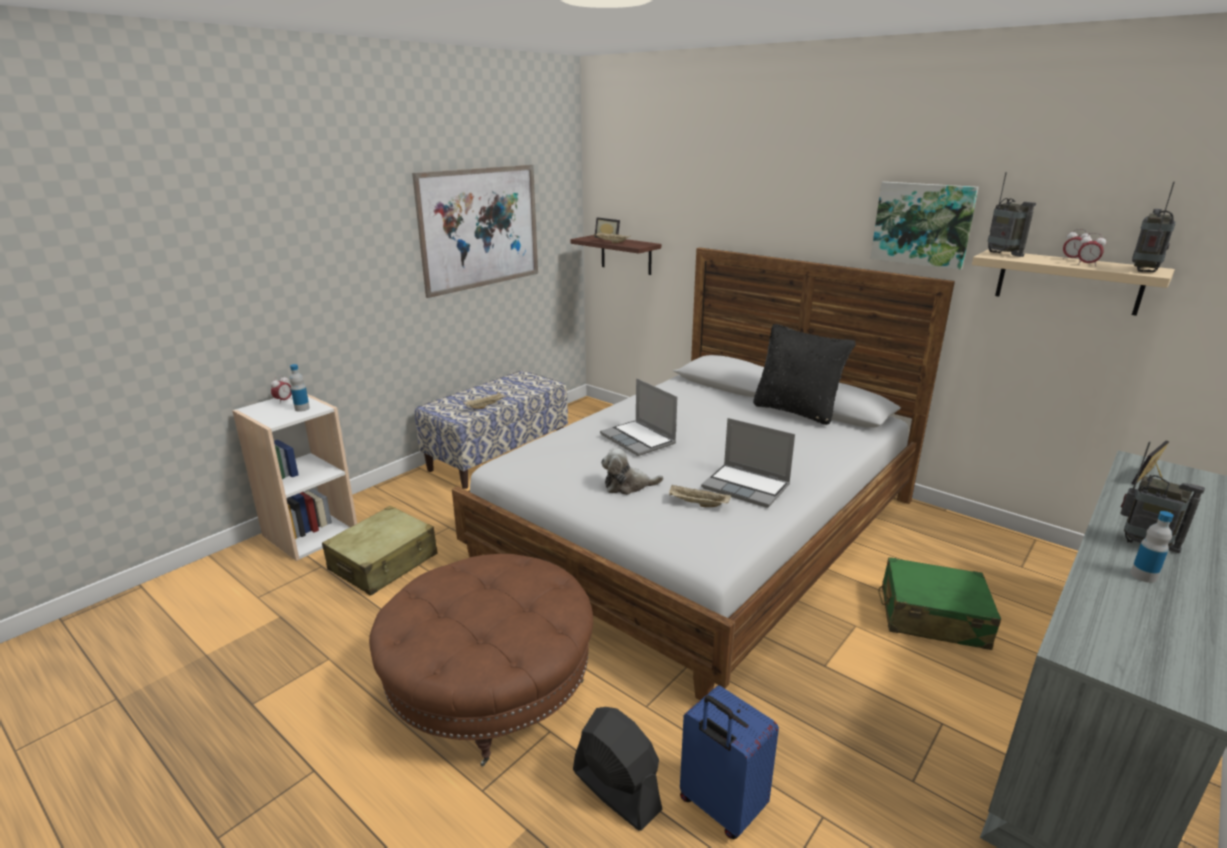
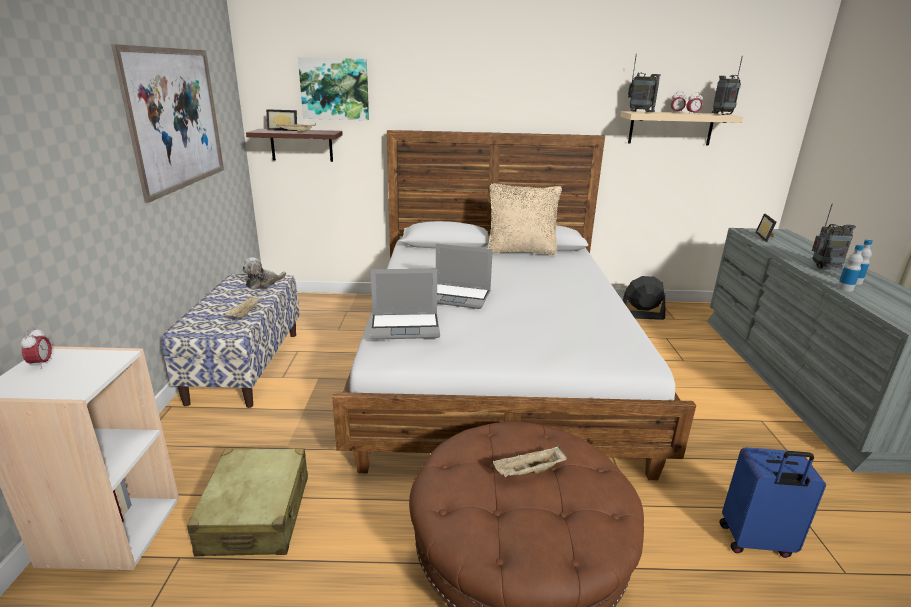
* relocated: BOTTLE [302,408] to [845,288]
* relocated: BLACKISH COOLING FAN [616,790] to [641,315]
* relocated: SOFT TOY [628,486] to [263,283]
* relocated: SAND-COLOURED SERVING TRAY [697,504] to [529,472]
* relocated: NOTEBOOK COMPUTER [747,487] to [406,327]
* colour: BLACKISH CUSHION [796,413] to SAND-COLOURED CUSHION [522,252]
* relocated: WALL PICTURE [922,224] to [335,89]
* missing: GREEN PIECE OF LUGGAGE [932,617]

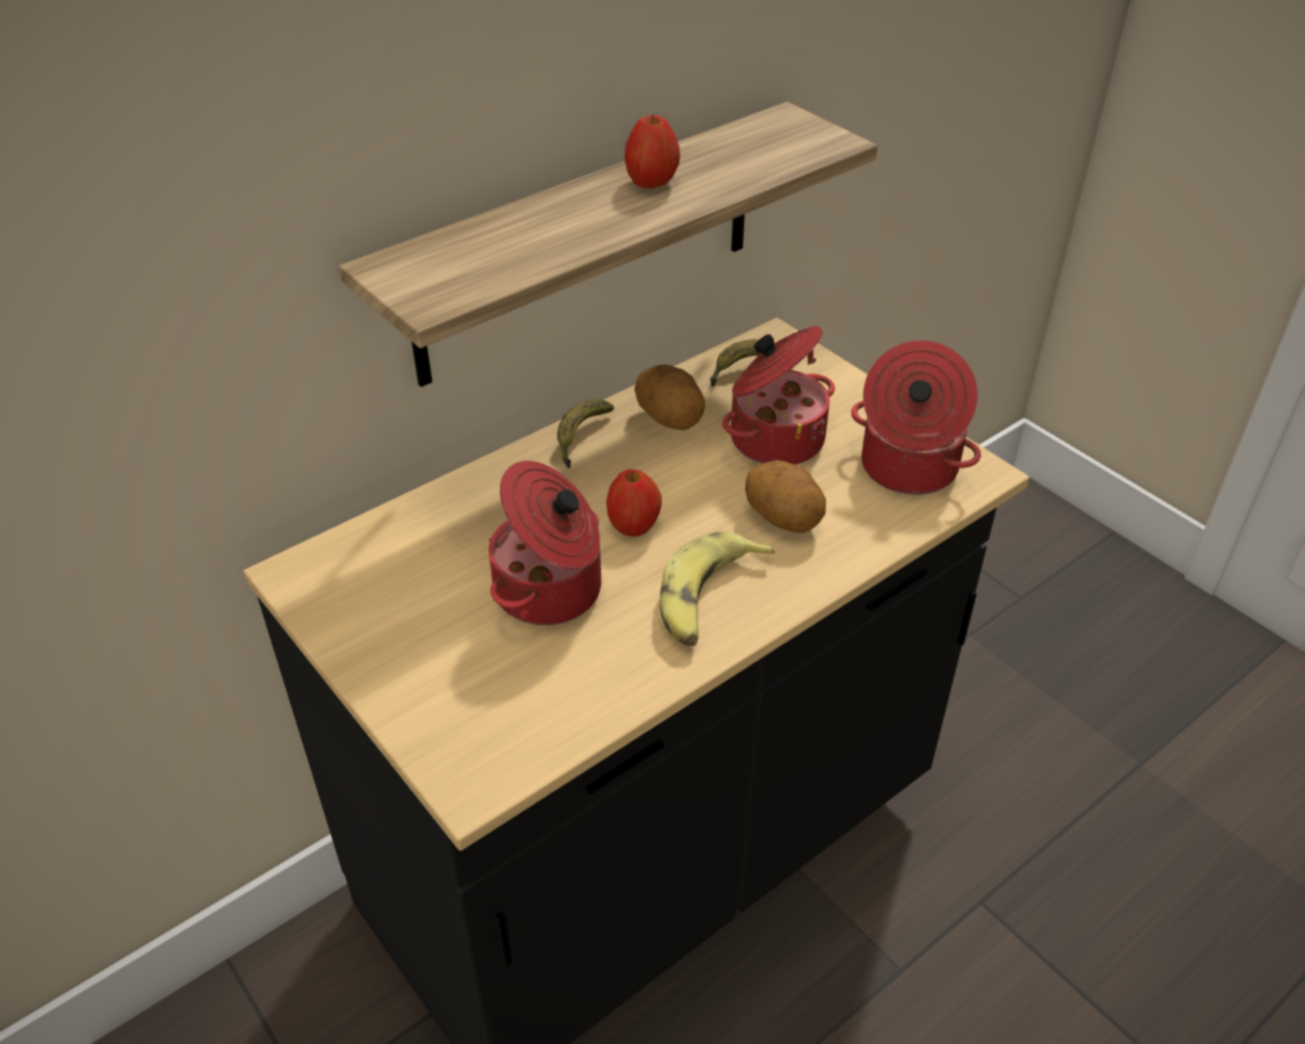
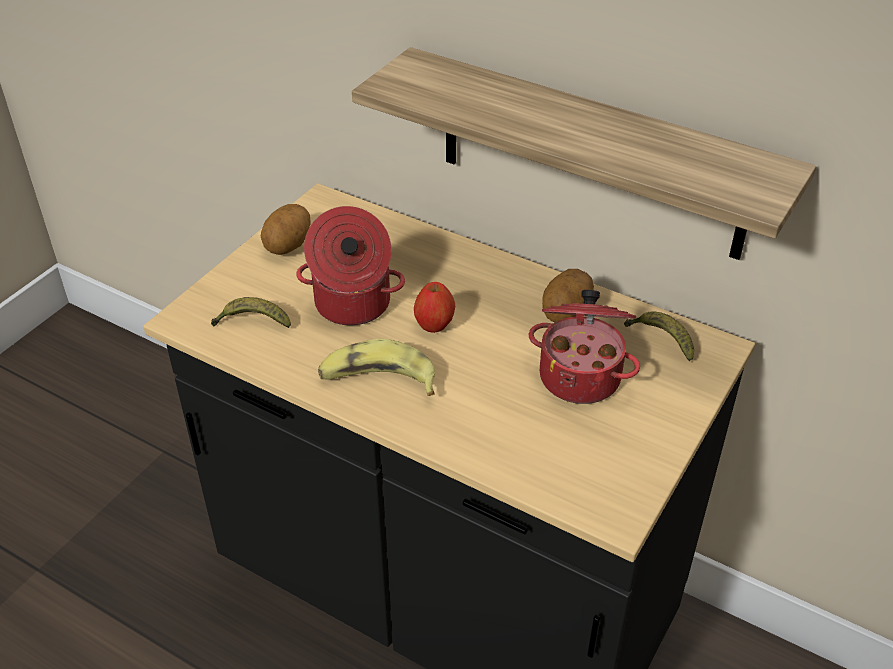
* relocated: BANANA [581,438] to [252,322]
* missing: WHOLE APPLE [651,183]
* relocated: WHOLE POTATO [784,519] to [289,246]
* missing: STOCKPOT [907,468]

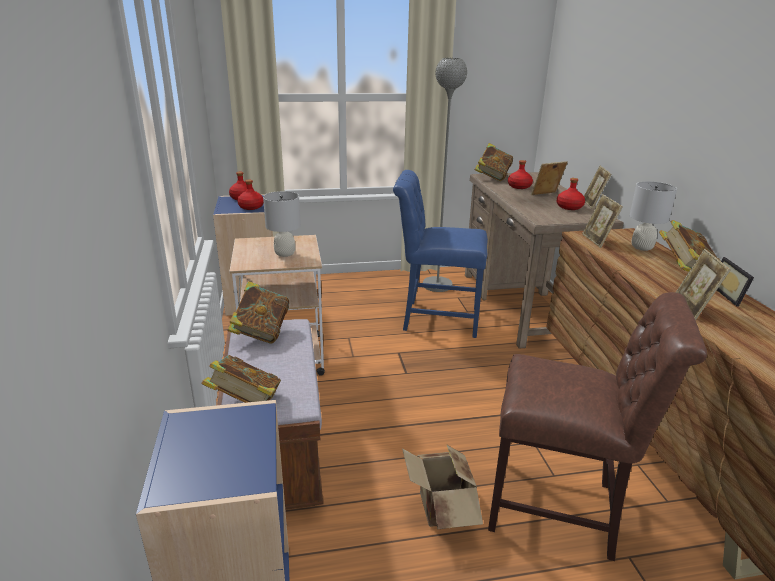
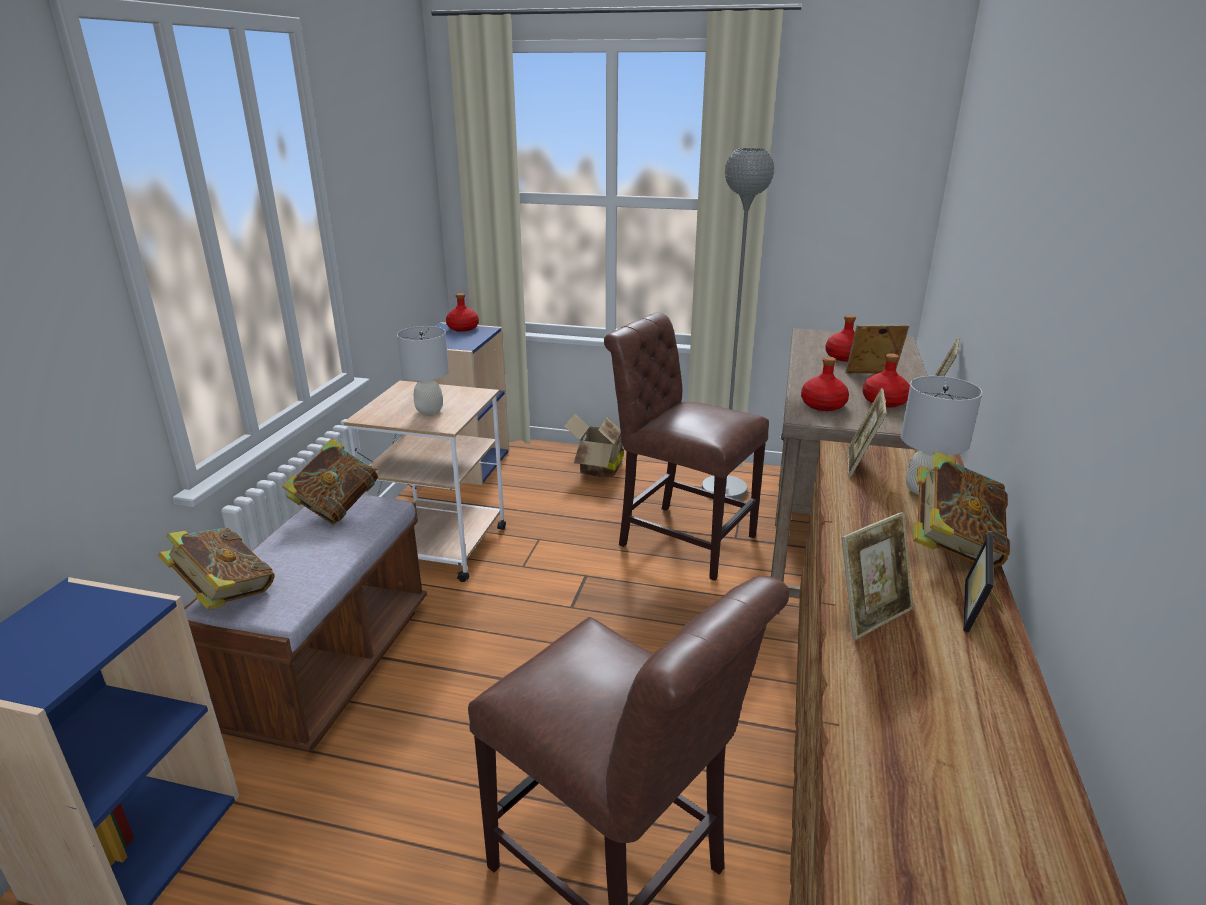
* relocated: RED BOTTLE [250,207] to [822,405]
* colour: BLUISH PLAIN CHAIR [436,318] to BROWNISH PLAIN CHAIR [680,537]
* relocated: PACKING BOX [440,510] to [597,469]
* missing: BOUND BOOK [492,177]
* spun: STANDING FRAME [692,308] = [871,615] 150 degrees counterclockwise

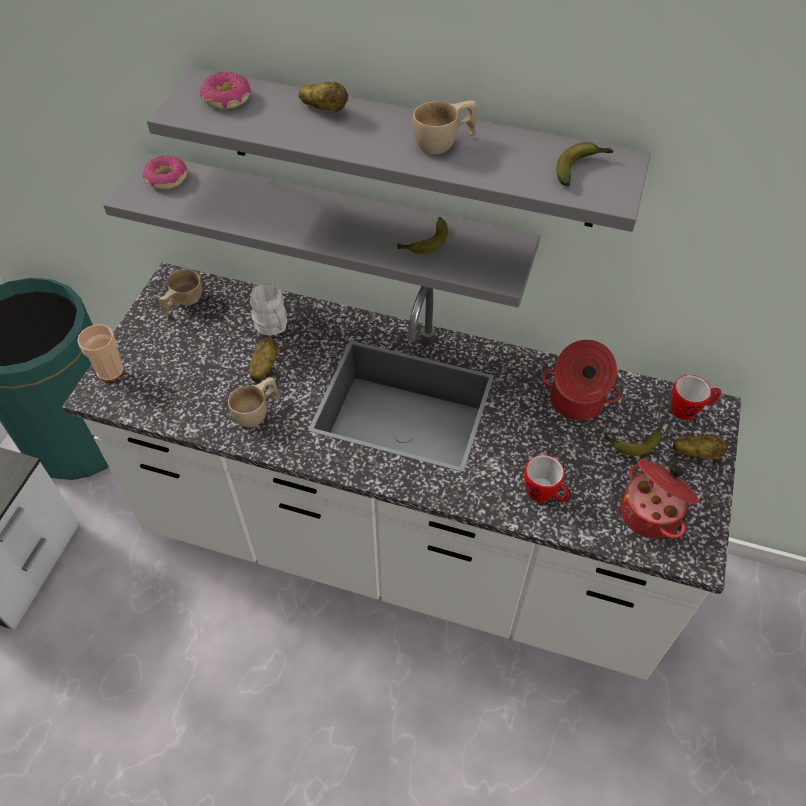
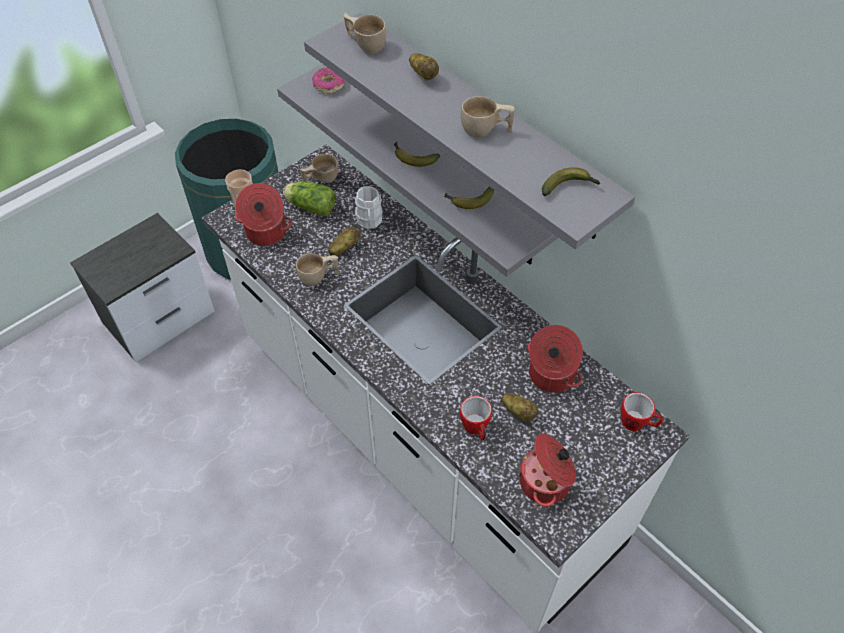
* exchanged: DONUT [227,99] to SAND-COLOURED SMALL CUP [365,44]
* relocated: BANANA [631,444] to [412,158]
* relocated: WHOLE POTATO [696,454] to [518,412]
* appeared: STOCKPOT [266,233]
* appeared: LETTUCE HEAD [310,206]

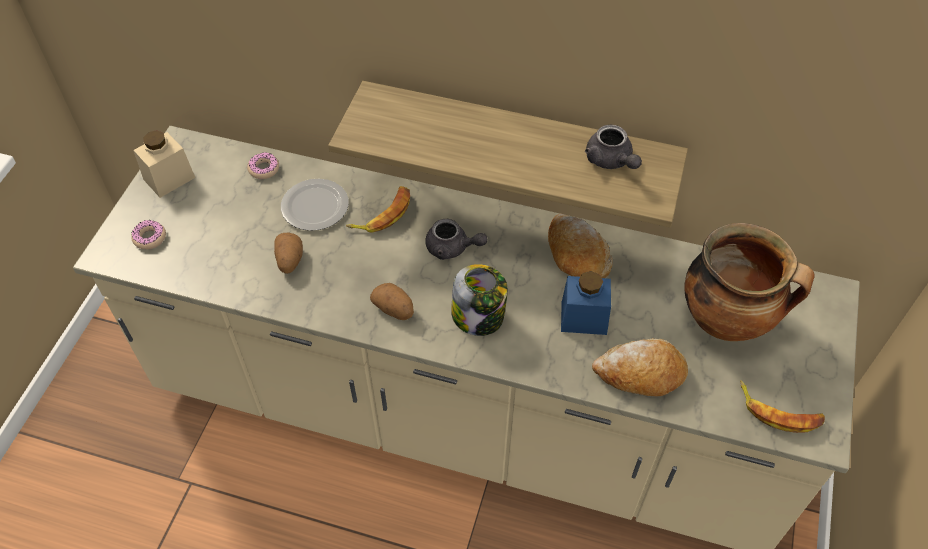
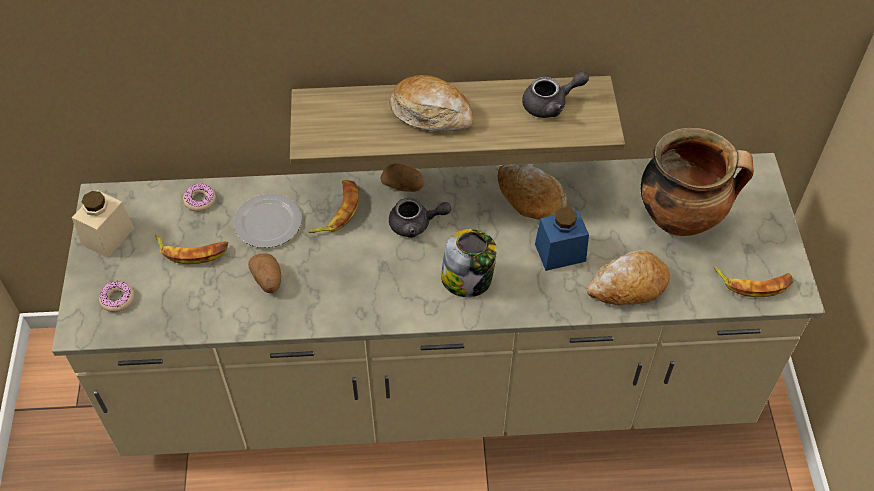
* relocated: WHOLE POTATO [394,309] to [403,186]
* spun: GREY TEAPOT [611,161] = [551,104] 60 degrees counterclockwise
* appeared: BANANA [192,250]
* appeared: BAKERY BREAD [431,113]

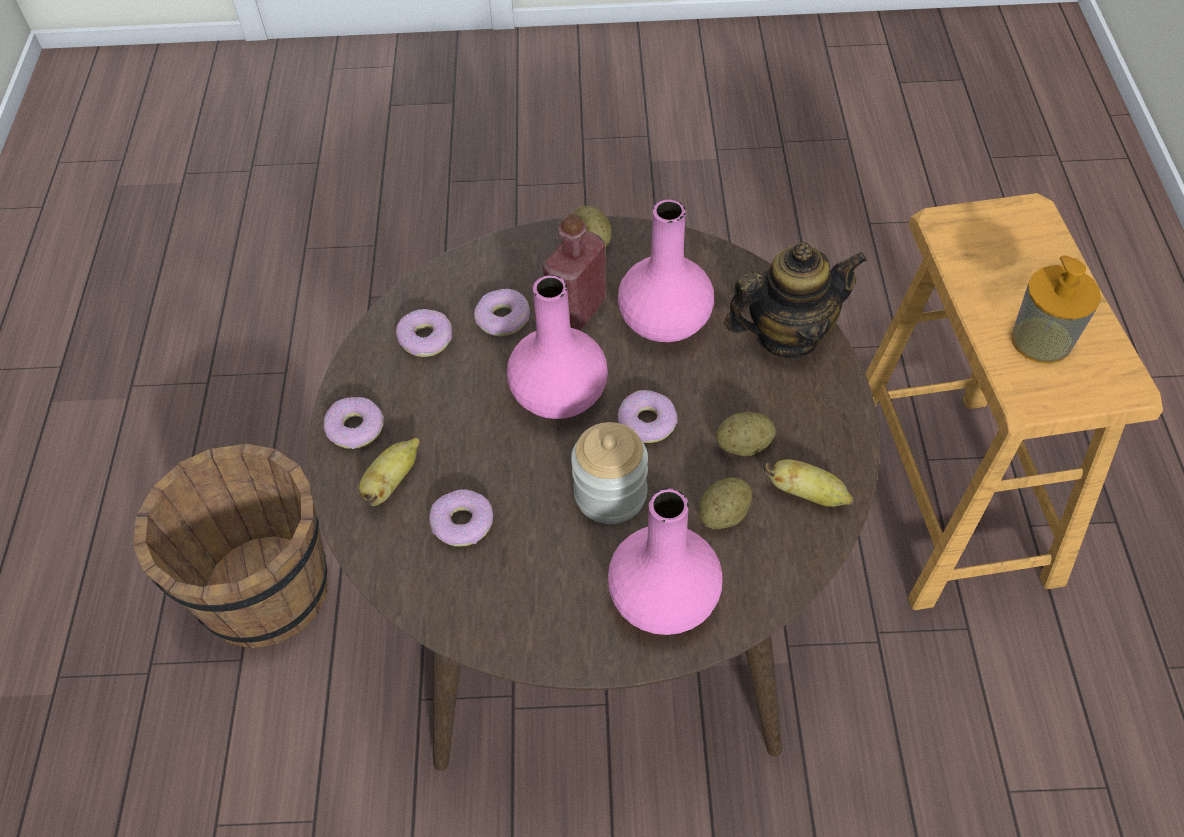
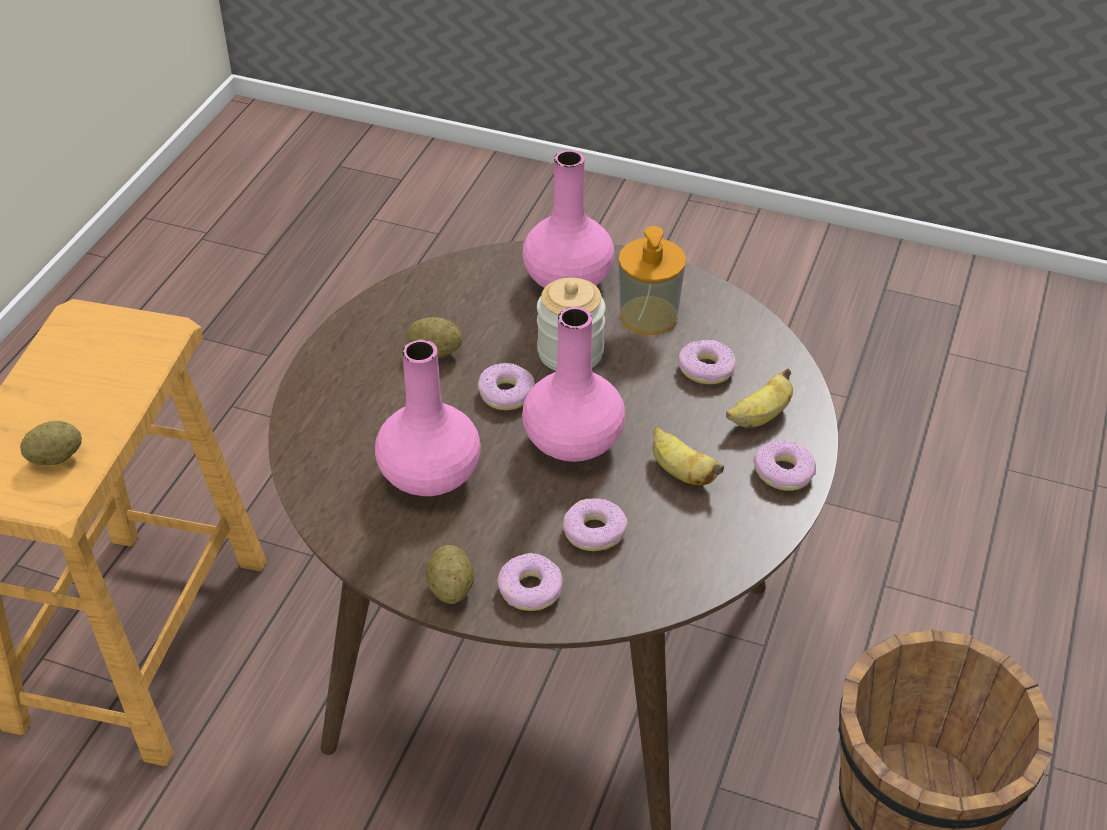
* relocated: DONUT [426,338] to [530,589]
* missing: RED BOTTLE [577,310]
* relocated: WHOLE POTATO [724,514] to [56,458]
* missing: TEAPOT [787,335]
* relocated: BANANA [807,494] to [681,472]
* relocated: SOAP BOTTLE [1041,340] to [648,315]

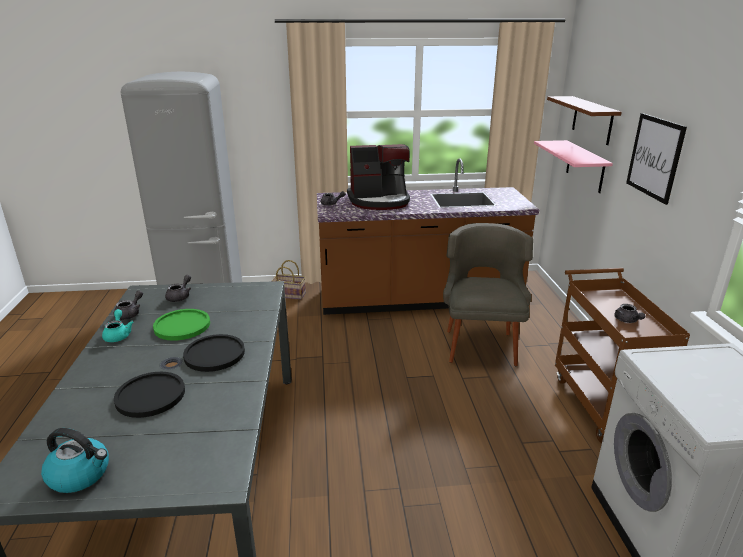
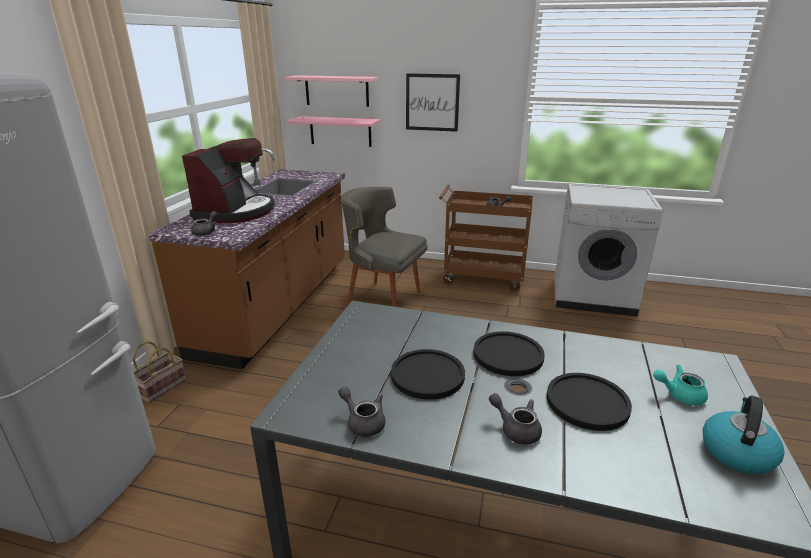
* relocated: BLUE-GREEN TEAPOT [118,335] to [679,394]
* colour: GREEN DINNER PLATE [182,326] to BLACKISH DINNER PLATE [427,375]
* relocated: GREY TEAPOT [180,296] to [516,429]
* colour: BROWNISH SHELF [592,120] to PINKISH SHELF [337,91]

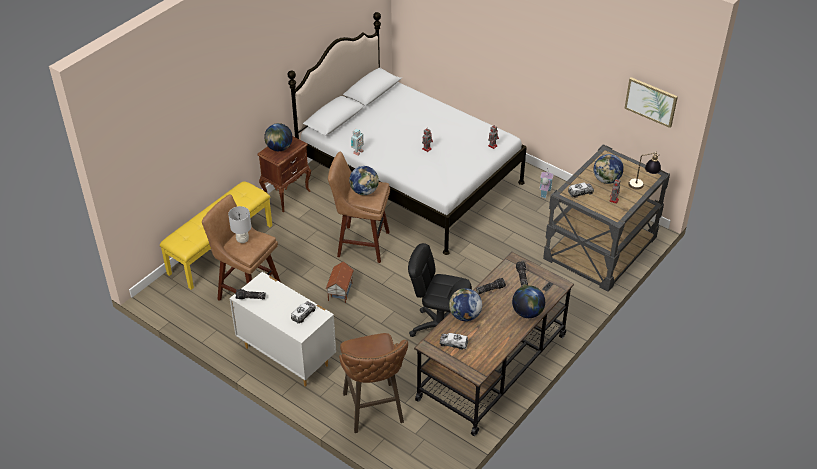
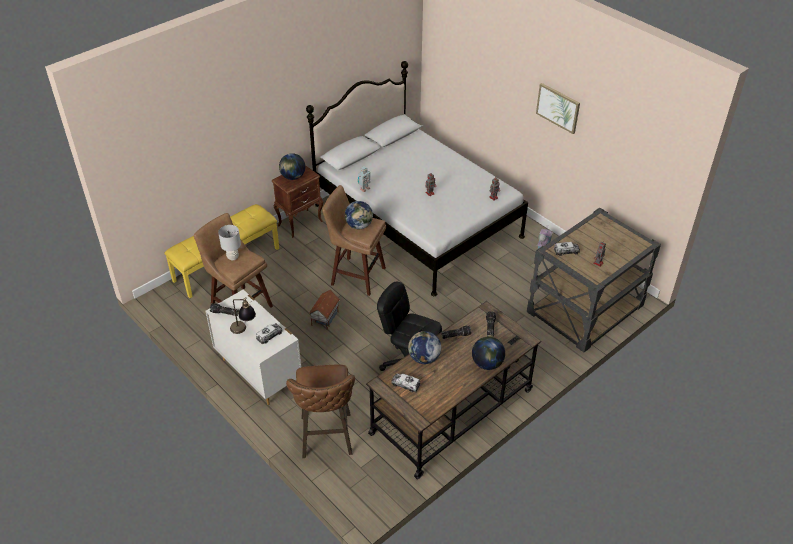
* missing: GLOBE [606,180]
* relocated: WALL PICTURE [651,101] to [558,107]
* relocated: TABLETOP LAMP [642,185] to [244,330]

